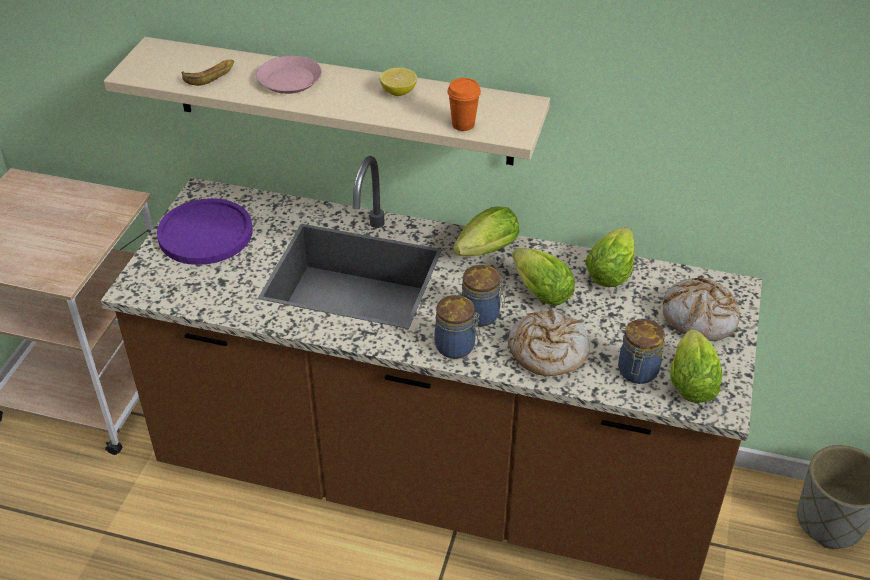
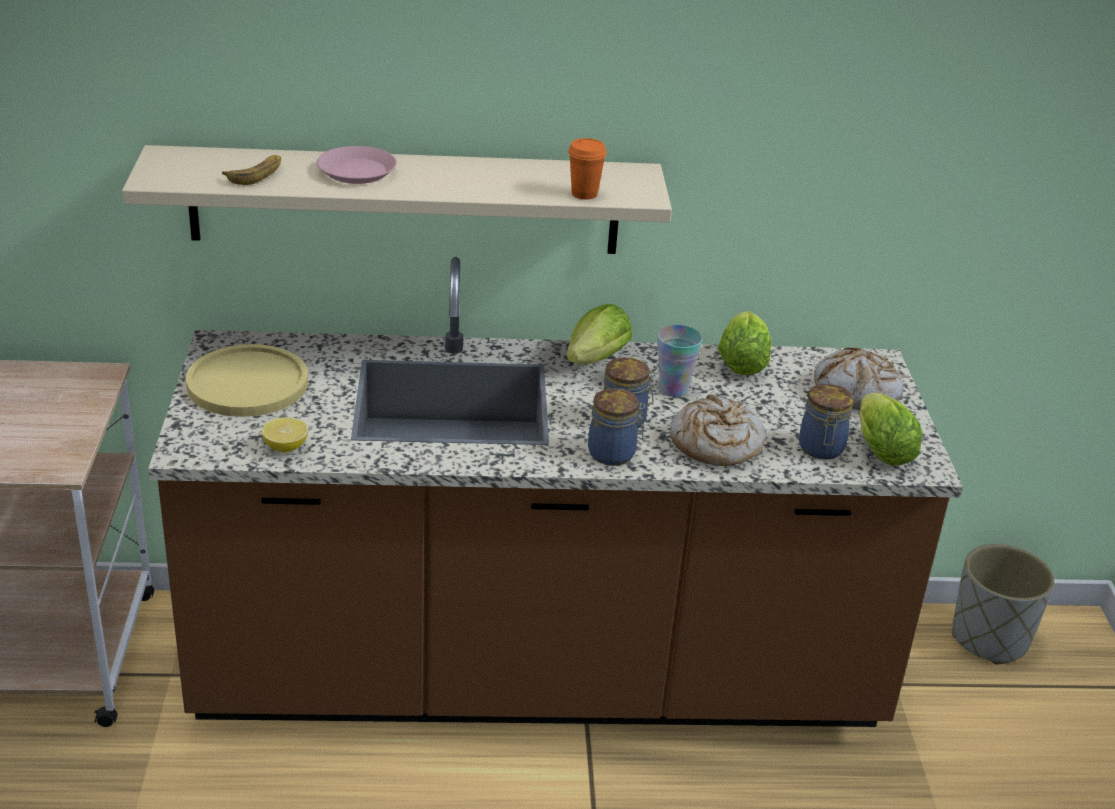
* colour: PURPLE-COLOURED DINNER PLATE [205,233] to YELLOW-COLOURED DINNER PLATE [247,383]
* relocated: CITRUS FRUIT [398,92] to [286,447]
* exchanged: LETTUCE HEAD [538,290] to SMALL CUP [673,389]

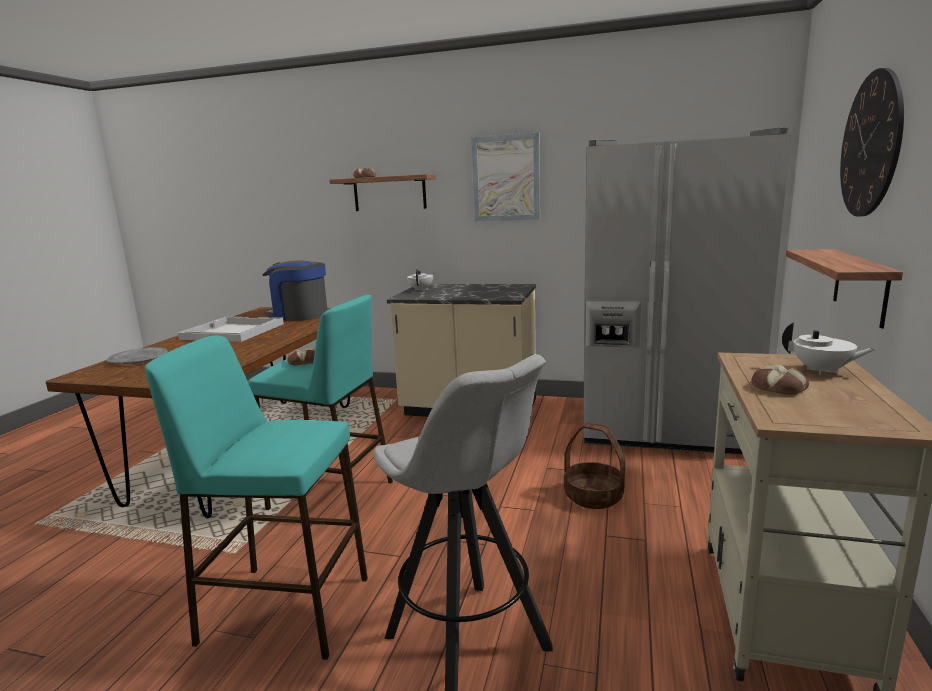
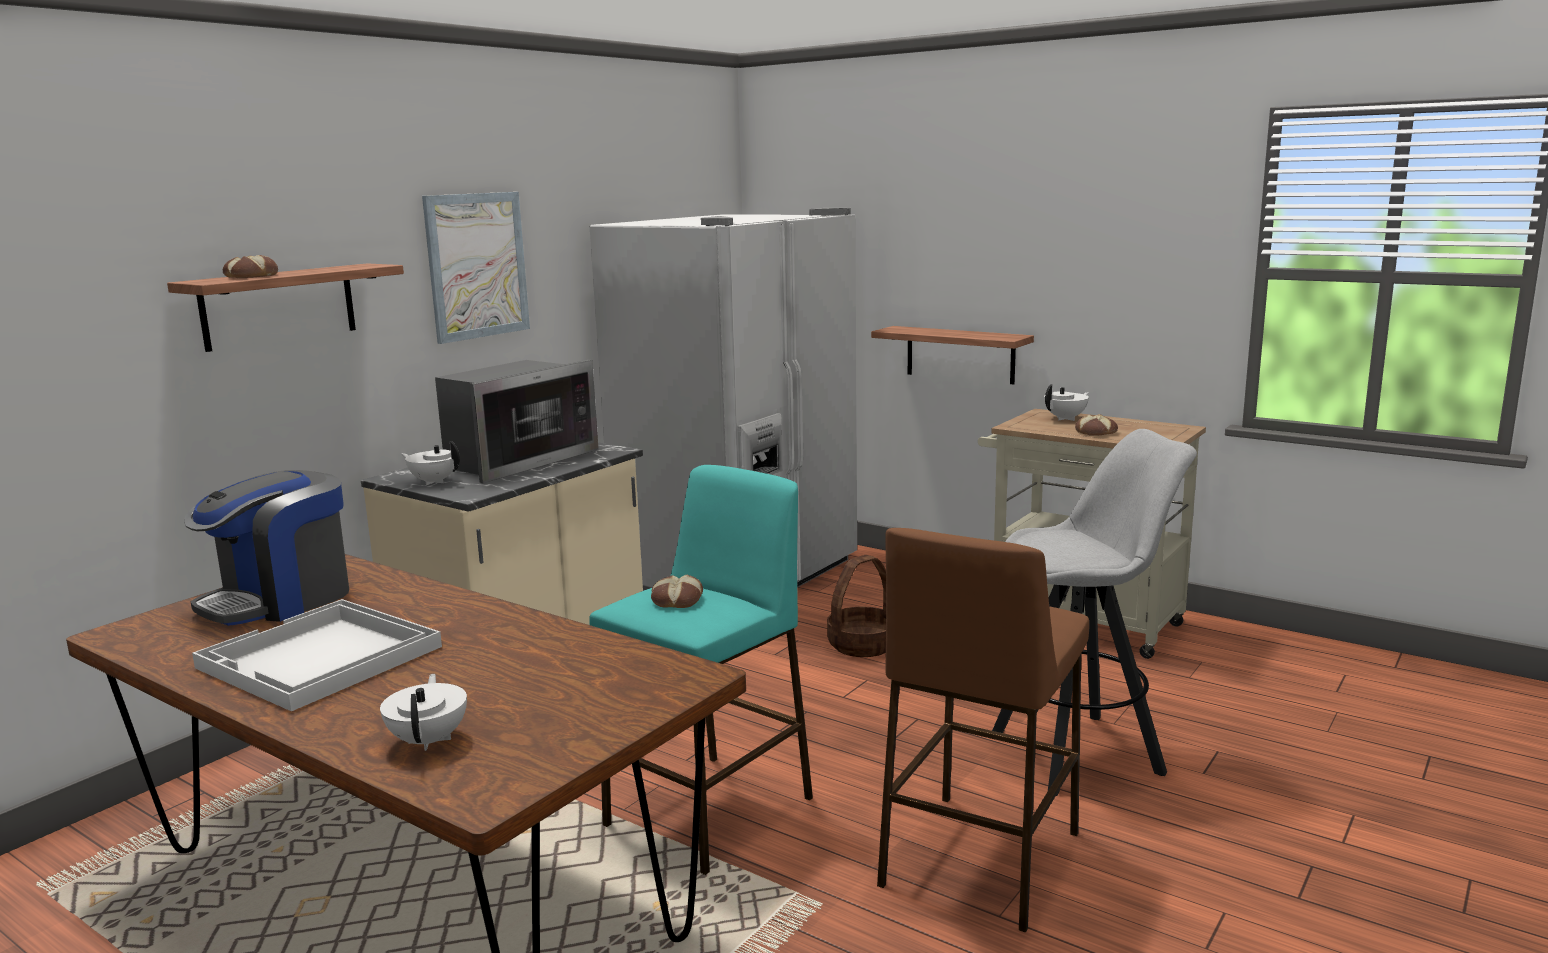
* exchanged: GREY DINNER PLATE [138,359] to WHITE TEAPOT [429,740]
* colour: BLUE-GREEN SITTING STOOL [284,609] to BROWNISH SITTING STOOL [980,859]
* missing: CLOCK ON THE WALL [871,144]
* appeared: MICROWAVE [517,460]

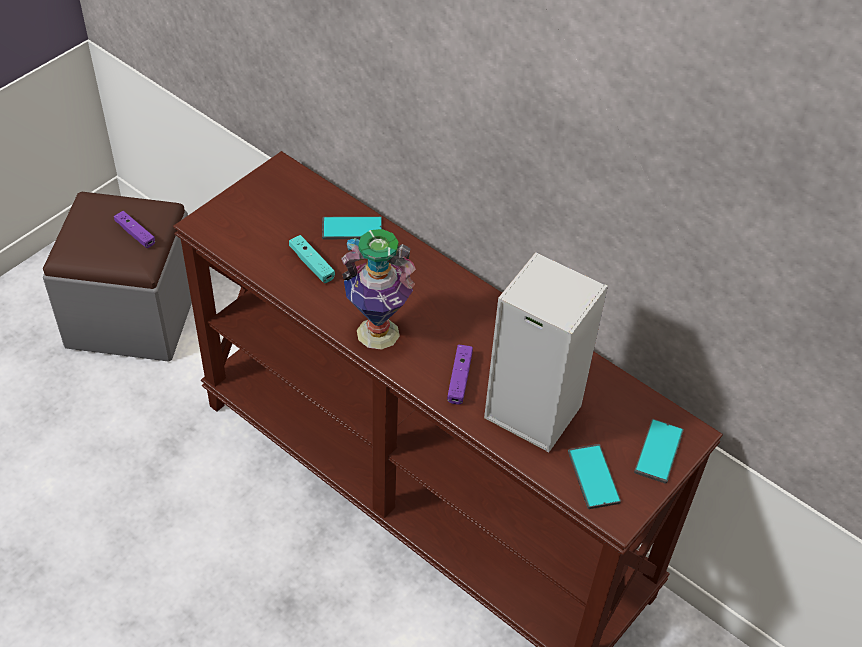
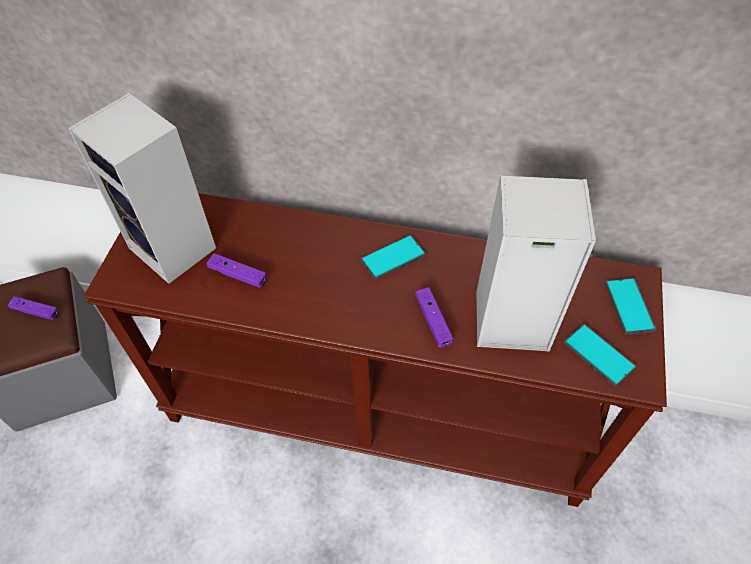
* colour: BLUE-GREEN GAMEPAD [312,264] to PURPLE-COLOURED GAMEPAD [238,275]
* relocated: TELEPHONE [352,229] to [393,258]
* missing: DECORATIVE VASE [377,333]
* appeared: SPEAKER [176,249]

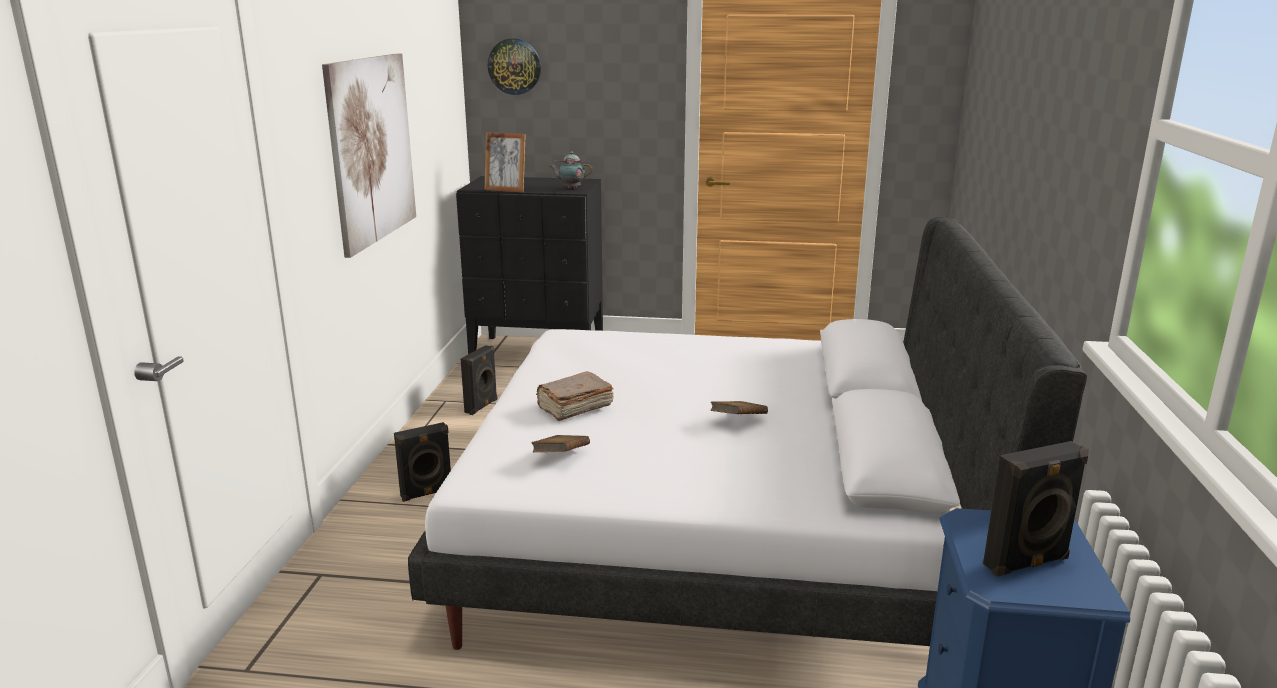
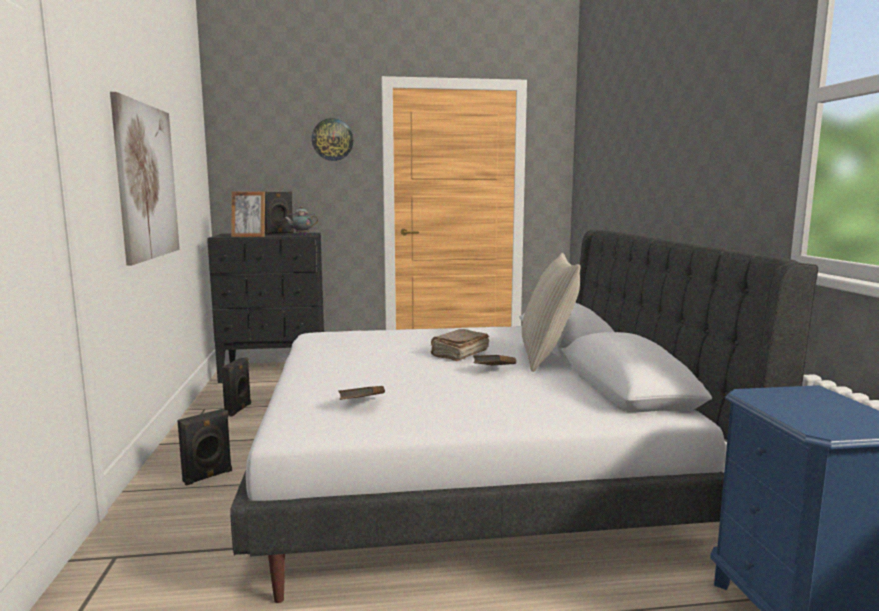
* relocated: CLOCK ON THE WALL [514,66] to [332,139]
* relocated: BROWNISH BOUND BOOK [574,408] to [459,354]
* relocated: BLACKISH SPEAKER [1027,563] to [278,233]
* appeared: SAND-COLOURED CUSHION [547,357]

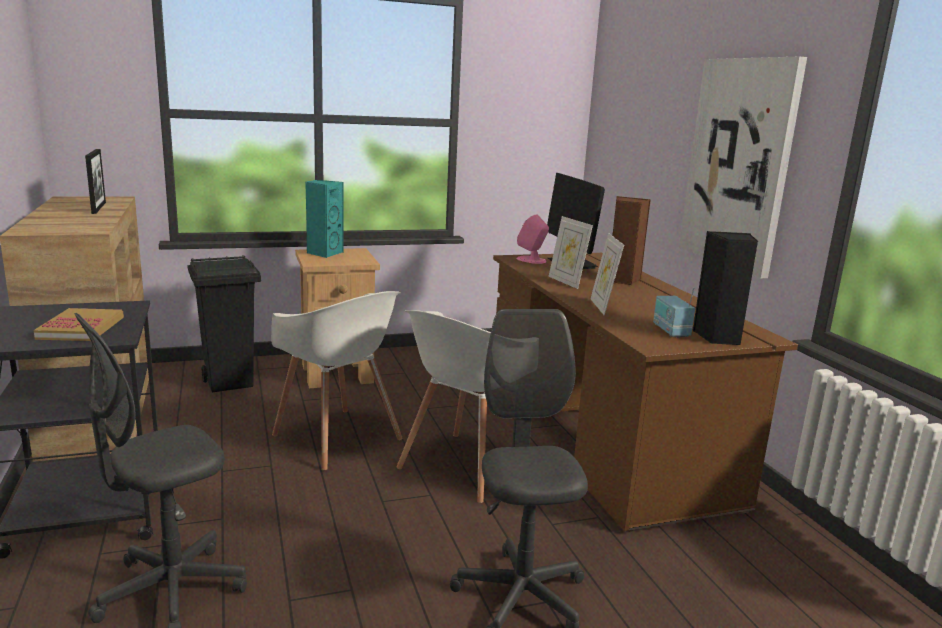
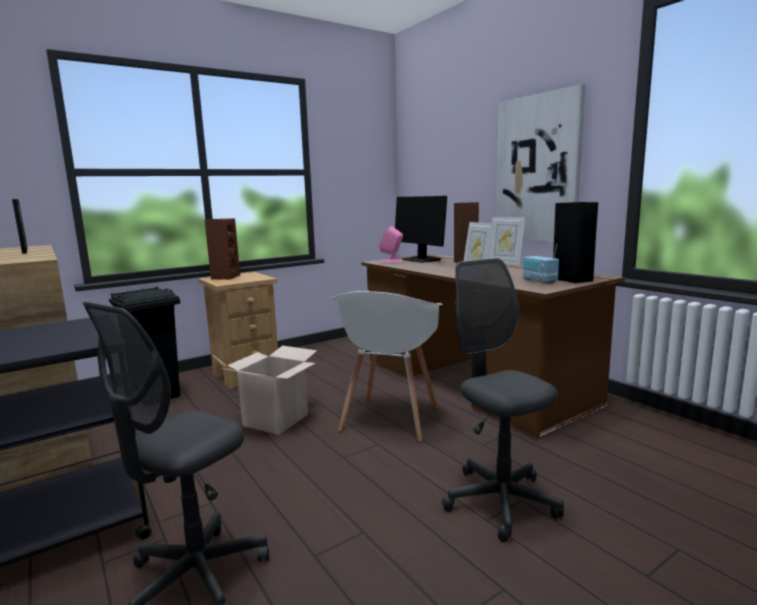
* missing: BOUND BOOK [81,328]
* exchanged: WHITE PLAIN CHAIR [337,439] to PACKING BOX [276,420]
* colour: BLUE-GREEN SPEAKER [324,253] to BROWNISH SPEAKER [225,277]
* relocated: STANDING FRAME [567,282] to [505,262]

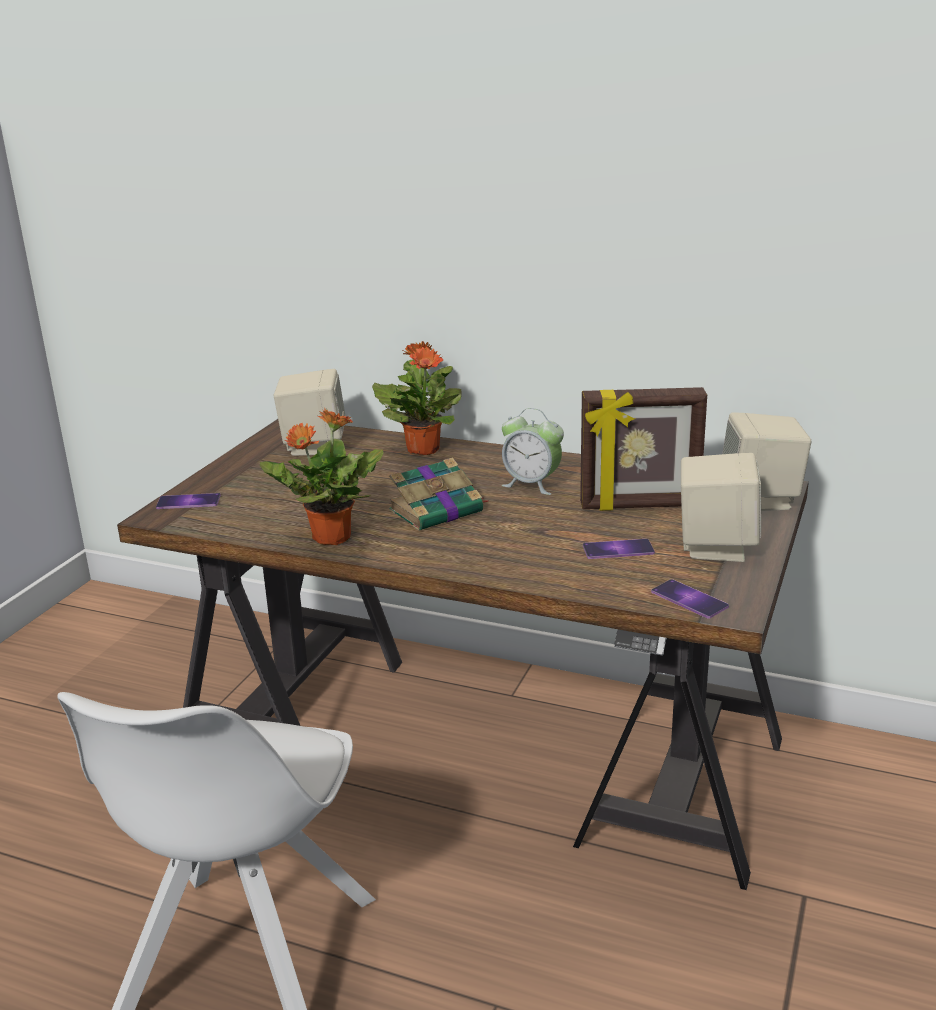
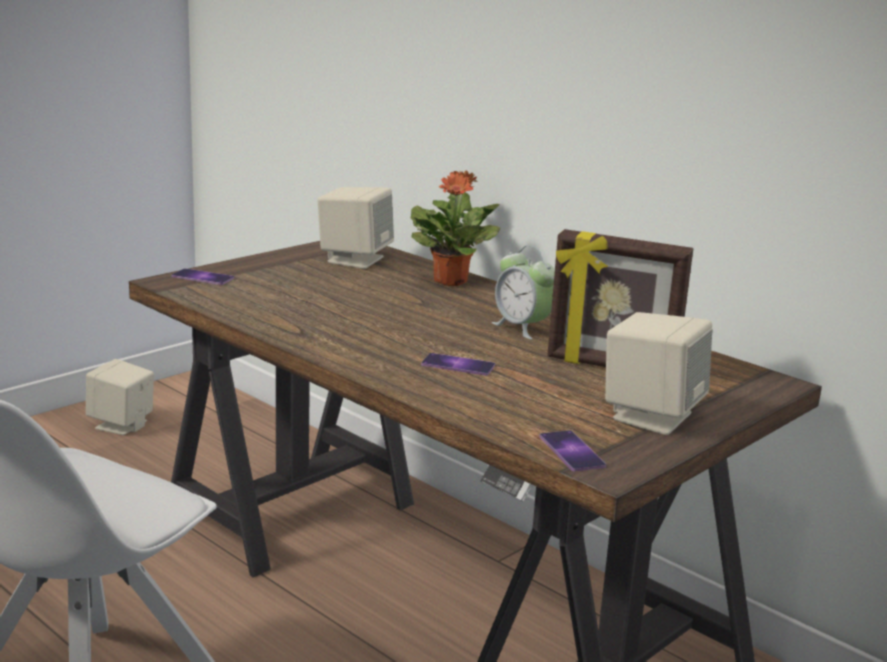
* missing: PLANT IN A POT [330,538]
* missing: BOUND BOOK [438,511]
* relocated: TELEPHONE [618,549] to [458,365]
* relocated: SAND-COLOURED SPEAKER [761,499] to [122,425]

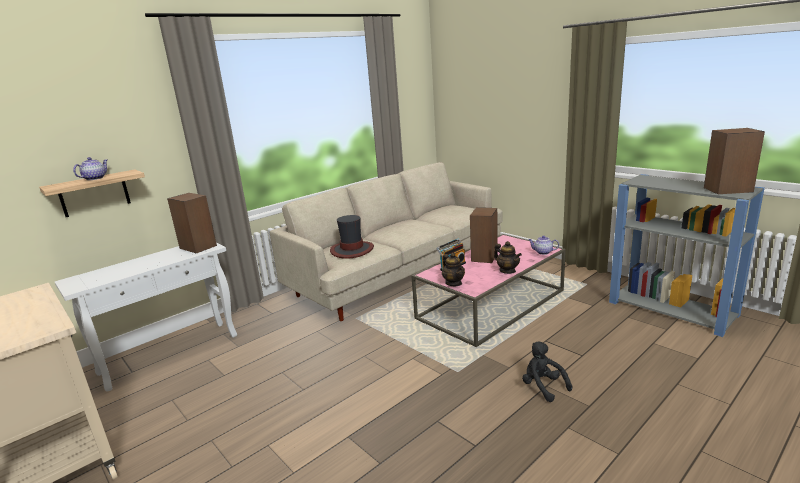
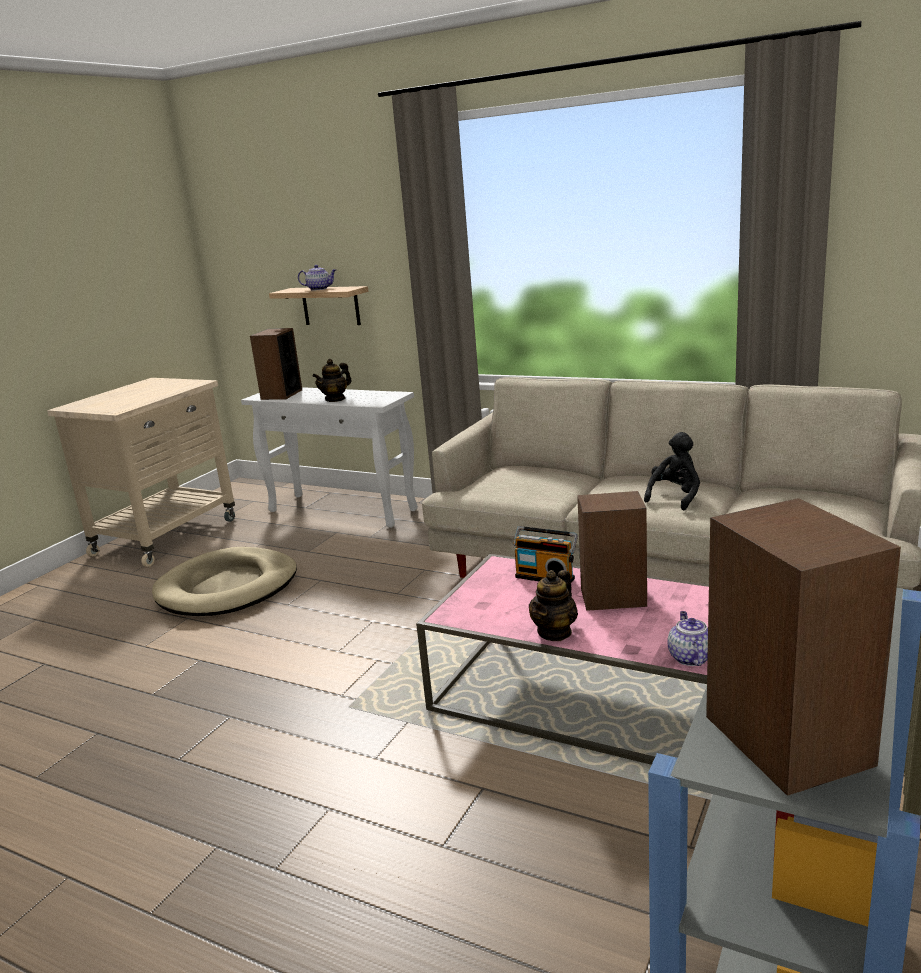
* relocated: SPEAKER [198,247] to [281,394]
* missing: CLOTHING HAT [352,250]
* relocated: TEAPOT [453,283] to [335,399]
* relocated: BLACKISH SOFT TOY [543,387] to [675,497]
* appeared: SAND-COLOURED PET BED [228,588]

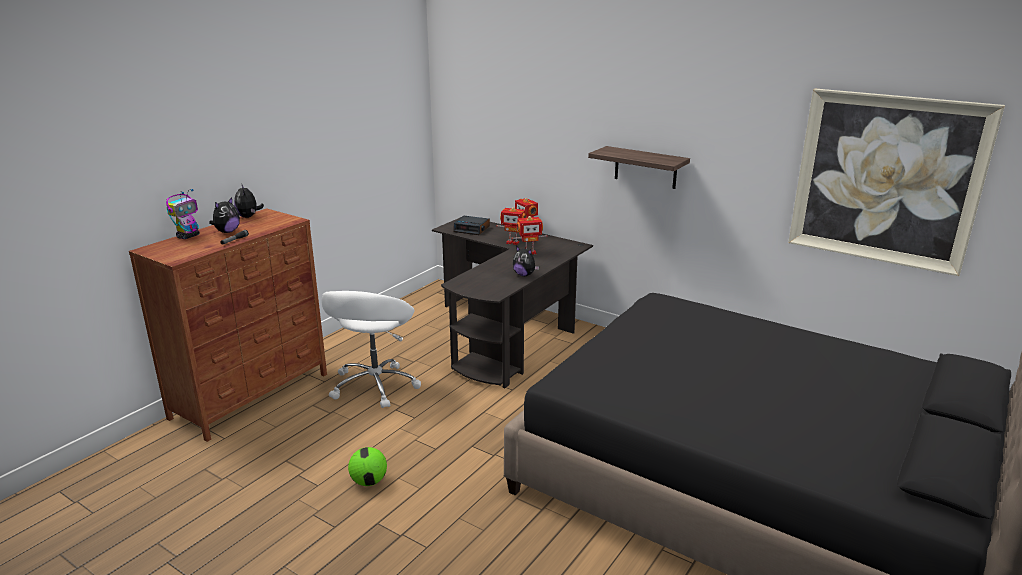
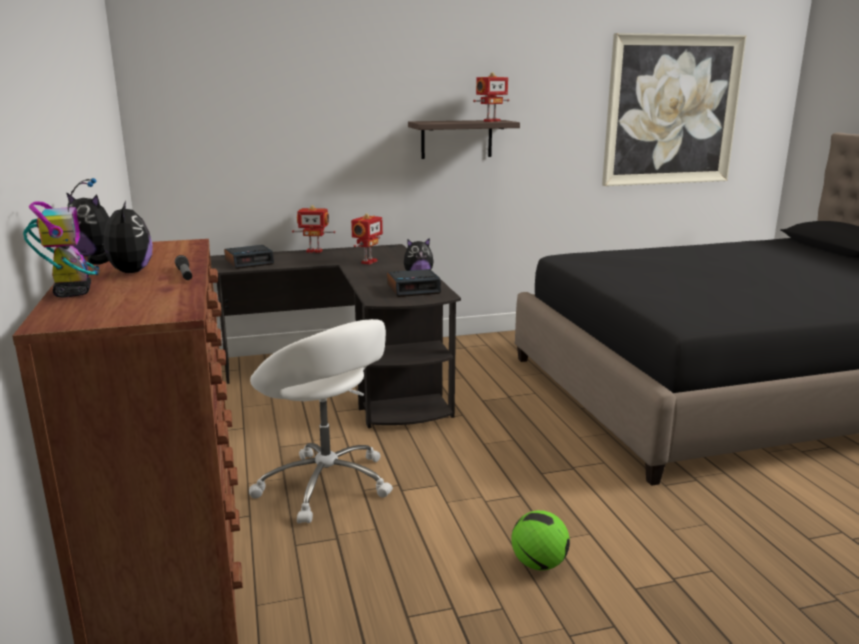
* relocated: ROBOT FIGURE [513,242] to [491,121]
* appeared: ALARM CLOCK [414,289]

